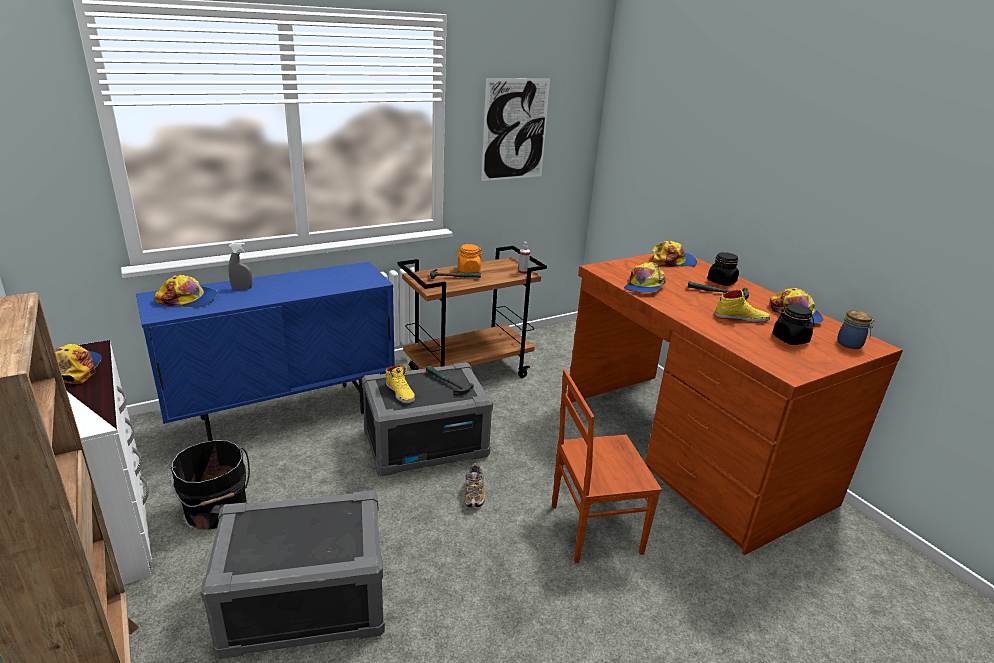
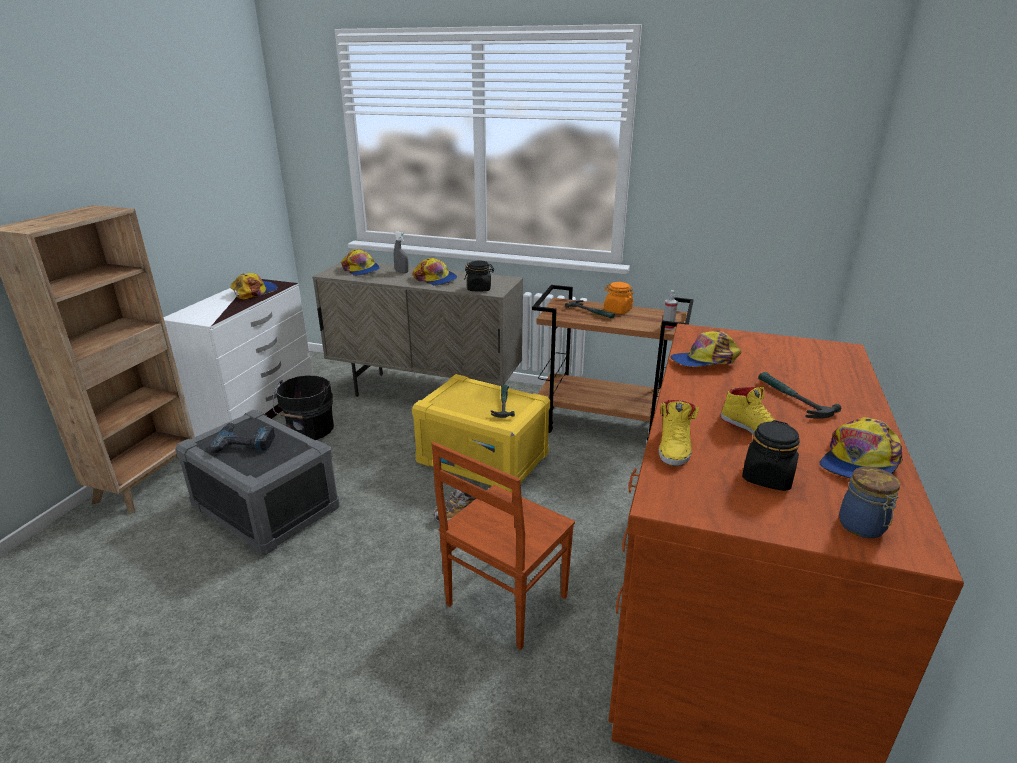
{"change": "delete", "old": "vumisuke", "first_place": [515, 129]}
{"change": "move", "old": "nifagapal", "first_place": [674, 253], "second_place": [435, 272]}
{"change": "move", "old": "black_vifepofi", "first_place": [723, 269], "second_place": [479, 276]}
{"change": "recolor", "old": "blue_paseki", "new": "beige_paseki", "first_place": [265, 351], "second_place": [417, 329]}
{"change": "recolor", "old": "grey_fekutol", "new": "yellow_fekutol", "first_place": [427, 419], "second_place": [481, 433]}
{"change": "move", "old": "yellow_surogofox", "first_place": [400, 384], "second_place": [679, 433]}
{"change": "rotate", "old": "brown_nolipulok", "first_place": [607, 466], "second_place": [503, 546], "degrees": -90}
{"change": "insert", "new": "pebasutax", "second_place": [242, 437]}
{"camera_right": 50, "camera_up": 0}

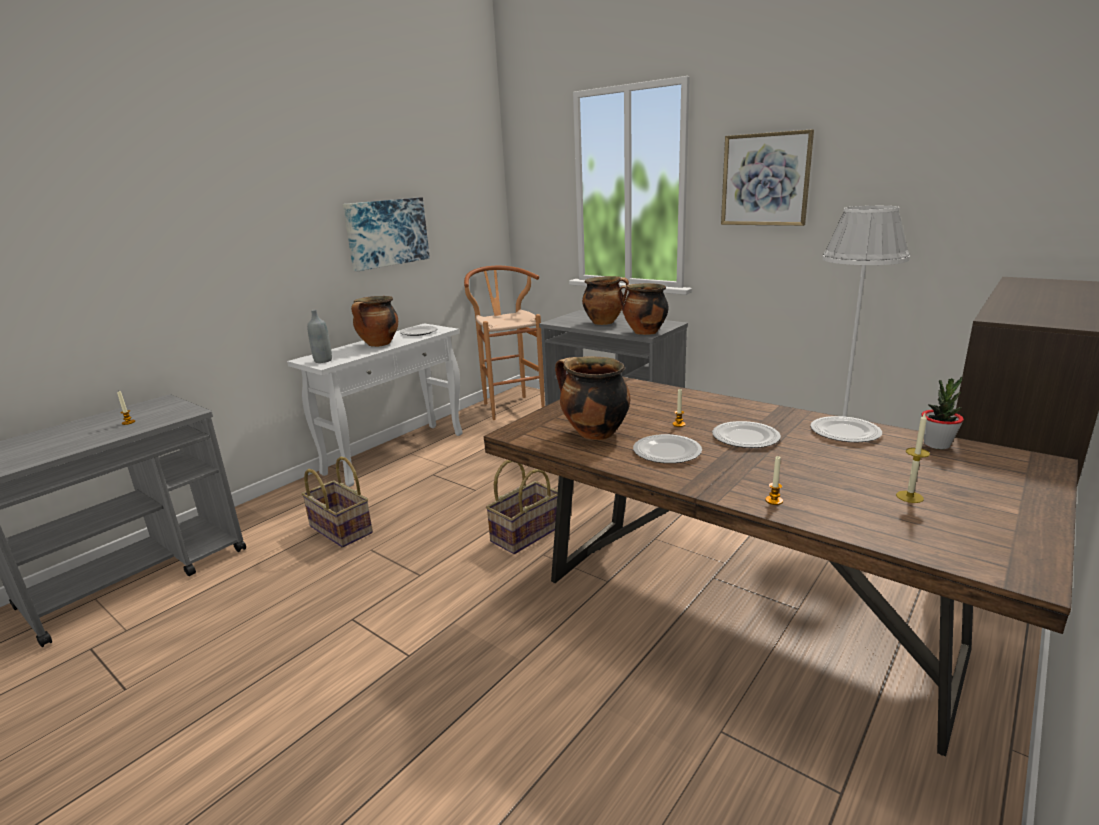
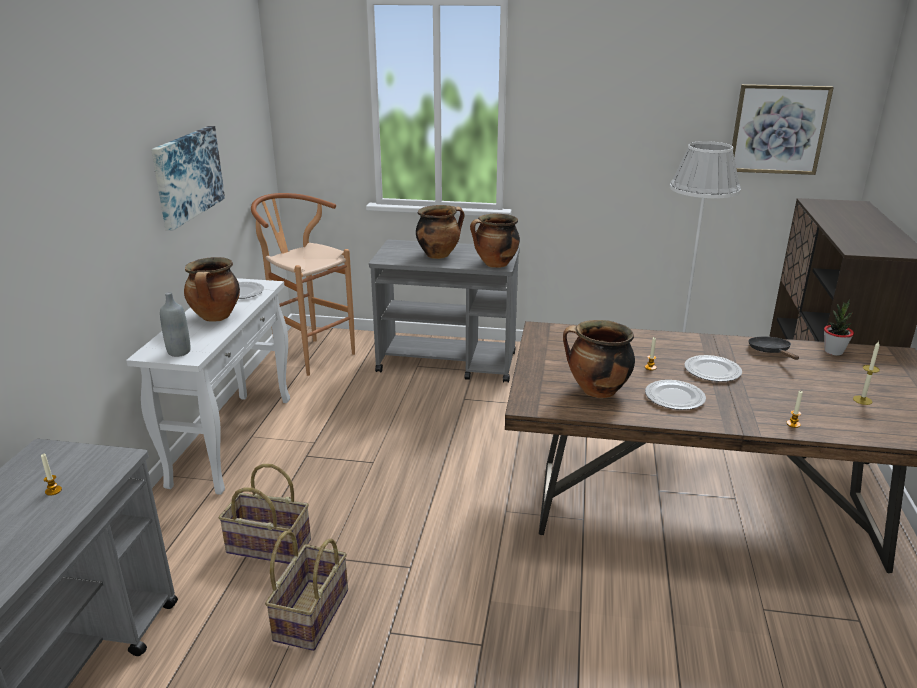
{"change": "move", "old": "vumisuke", "first_place": [767, 177], "second_place": [783, 129]}
{"change": "replace", "old": "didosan", "new": "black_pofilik", "first_place": [846, 429], "second_place": [773, 348]}
{"change": "move", "old": "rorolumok", "first_place": [522, 507], "second_place": [306, 590]}
{"camera_right": -30, "camera_up": 5}

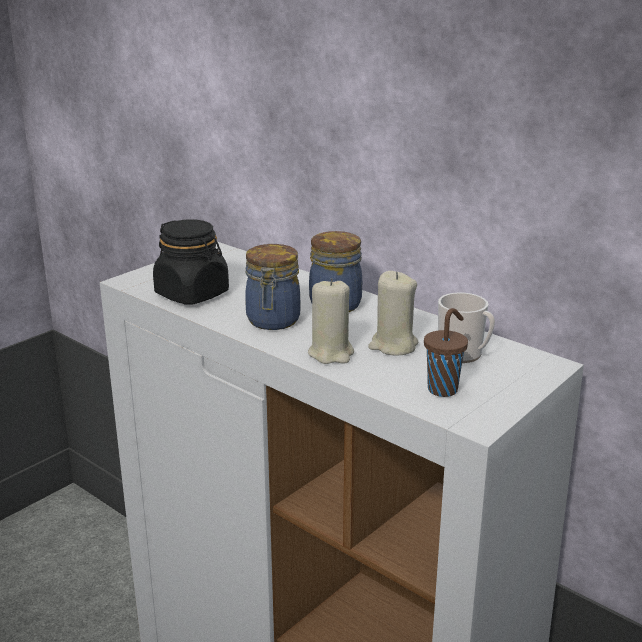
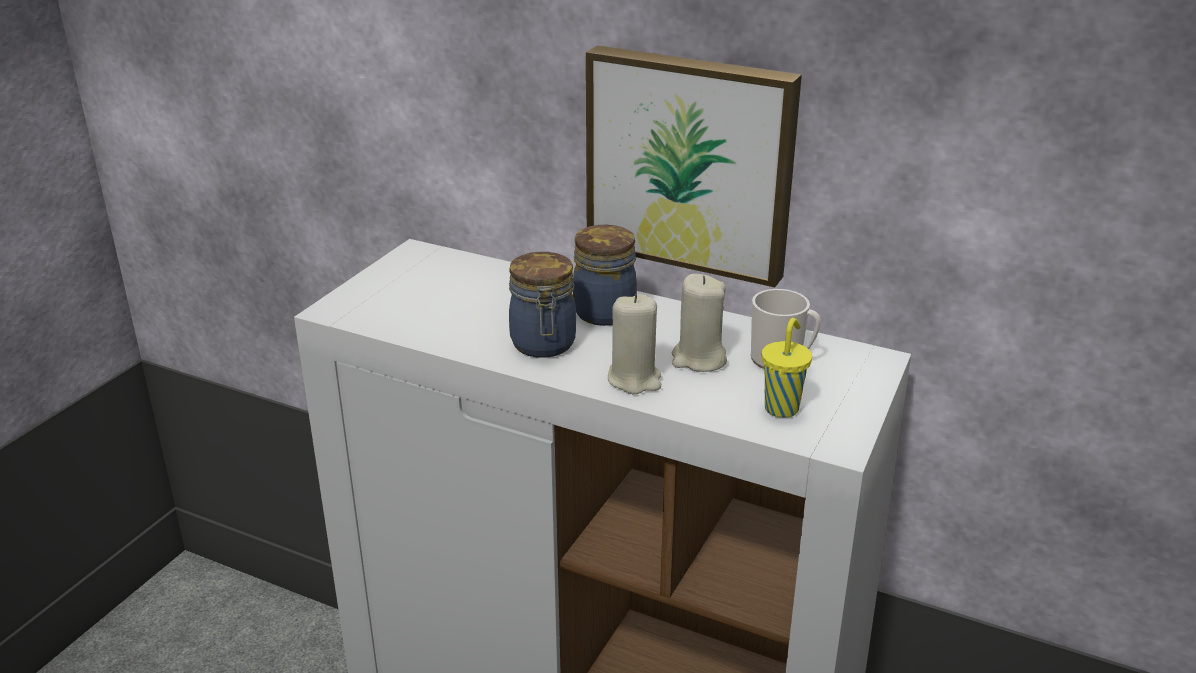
{"change": "delete", "old": "black_vifepofi", "first_place": [191, 262]}
{"change": "recolor", "old": "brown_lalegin", "new": "yellow_lalegin", "first_place": [446, 352], "second_place": [787, 368]}
{"change": "insert", "new": "vumisuke", "second_place": [694, 166]}
{"camera_right": -15, "camera_up": 5}

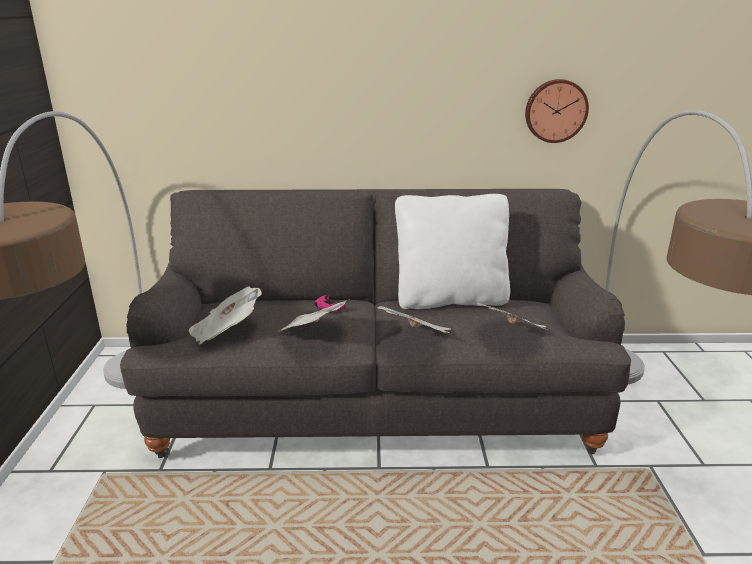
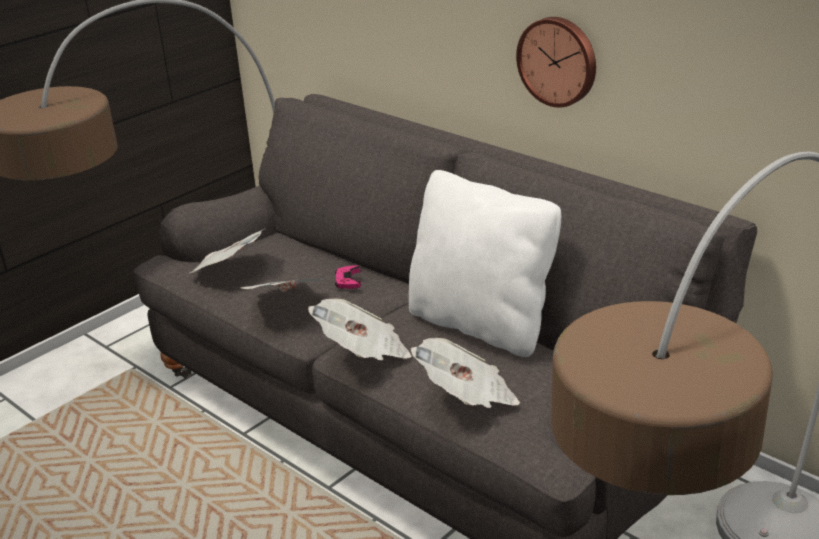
{"change": "move", "old": "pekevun", "first_place": [557, 111], "second_place": [556, 62]}
{"camera_right": 45, "camera_up": 5}

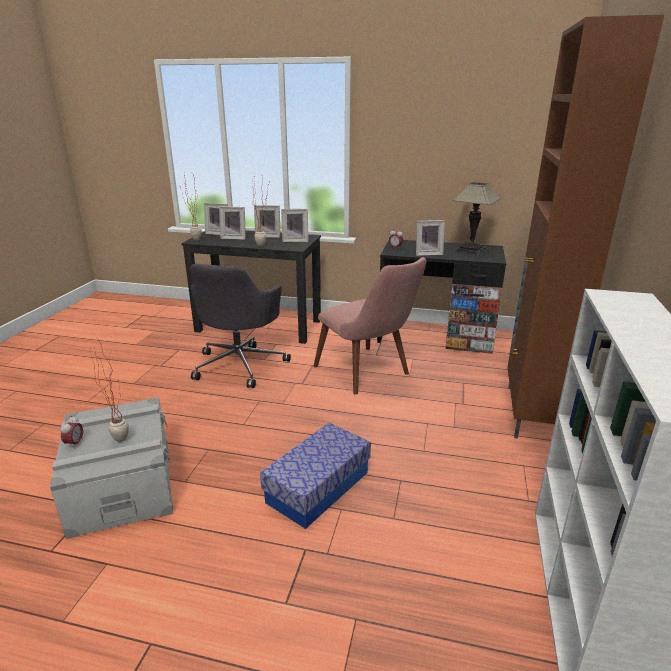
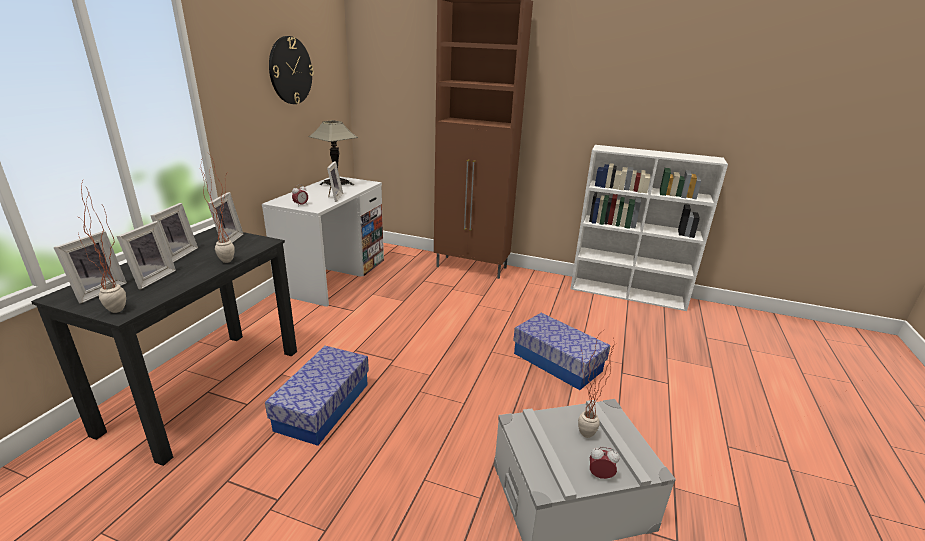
{"change": "recolor", "old": "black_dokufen", "new": "white_dokufen", "first_place": [441, 297], "second_place": [323, 241]}
{"change": "delete", "old": "pink_nolipulok", "first_place": [370, 326]}
{"change": "replace", "old": "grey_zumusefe", "new": "fekutol", "first_place": [240, 325], "second_place": [317, 396]}
{"change": "insert", "new": "pekevun", "second_place": [291, 70]}
{"camera_right": -85, "camera_up": 0}

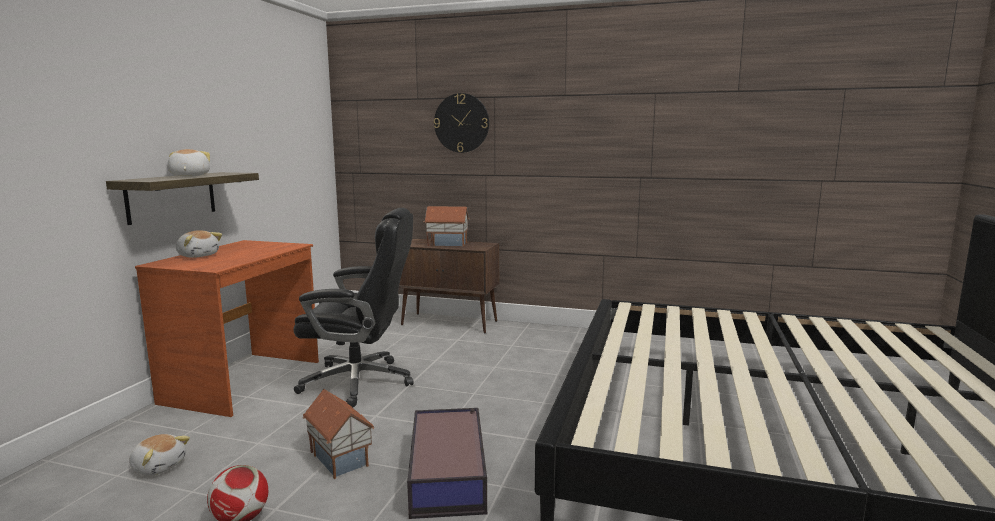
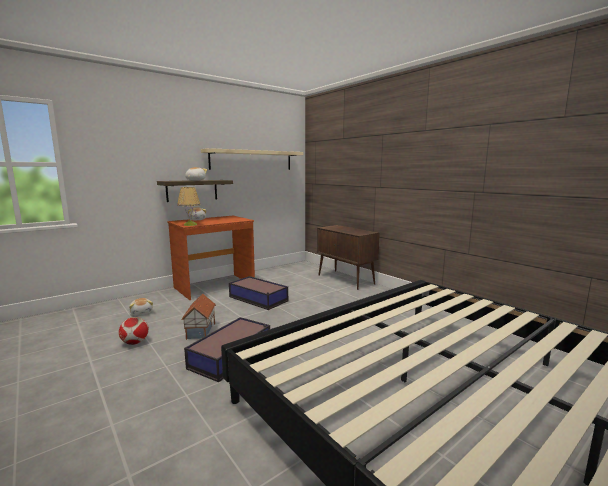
{"change": "delete", "old": "pekevun", "first_place": [461, 123]}
{"change": "delete", "old": "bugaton", "first_place": [446, 226]}
{"change": "replace", "old": "black_zumusefe", "new": "fekutol", "first_place": [354, 307], "second_place": [258, 293]}
{"change": "insert", "new": "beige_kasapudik", "second_place": [252, 159]}
{"change": "insert", "new": "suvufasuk", "second_place": [189, 206]}
{"camera_right": 35, "camera_up": 0}

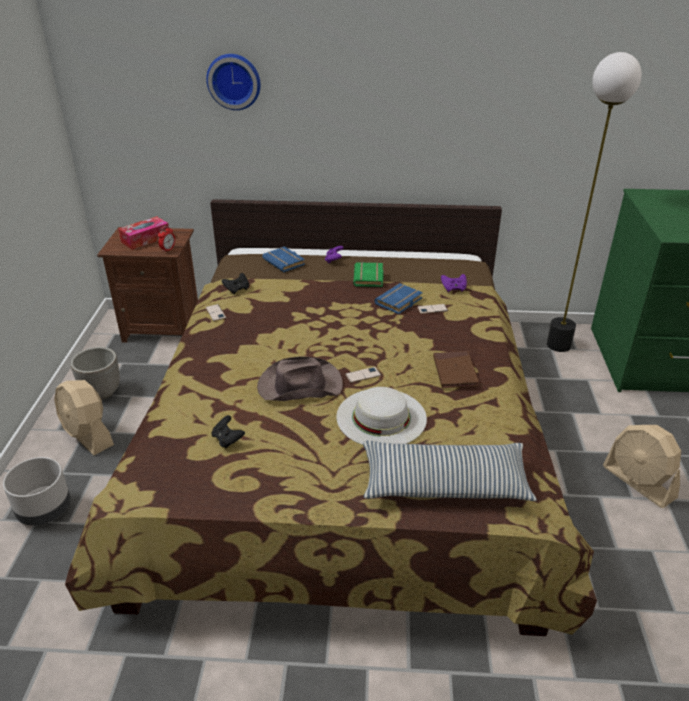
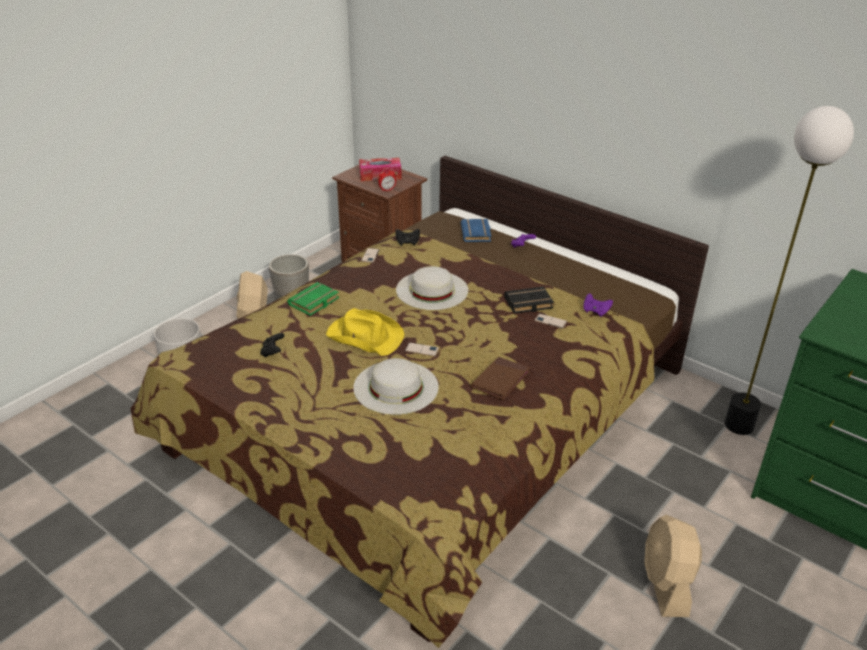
{"change": "delete", "old": "pekevun", "first_place": [233, 82]}
{"change": "move", "old": "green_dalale", "first_place": [368, 274], "second_place": [313, 299]}
{"change": "recolor", "old": "blue_dalale", "new": "black_dalale", "first_place": [398, 298], "second_place": [529, 300]}
{"change": "recolor", "old": "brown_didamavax", "new": "yellow_didamavax", "first_place": [300, 378], "second_place": [365, 332]}
{"change": "delete", "old": "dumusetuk", "first_place": [450, 470]}
{"change": "insert", "new": "white_didamavax", "second_place": [432, 288]}
{"camera_right": 35, "camera_up": 0}

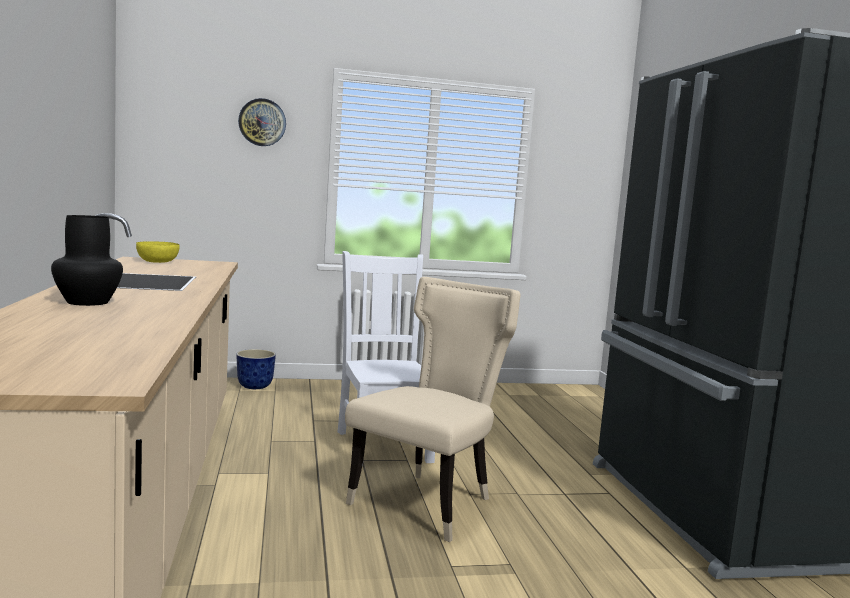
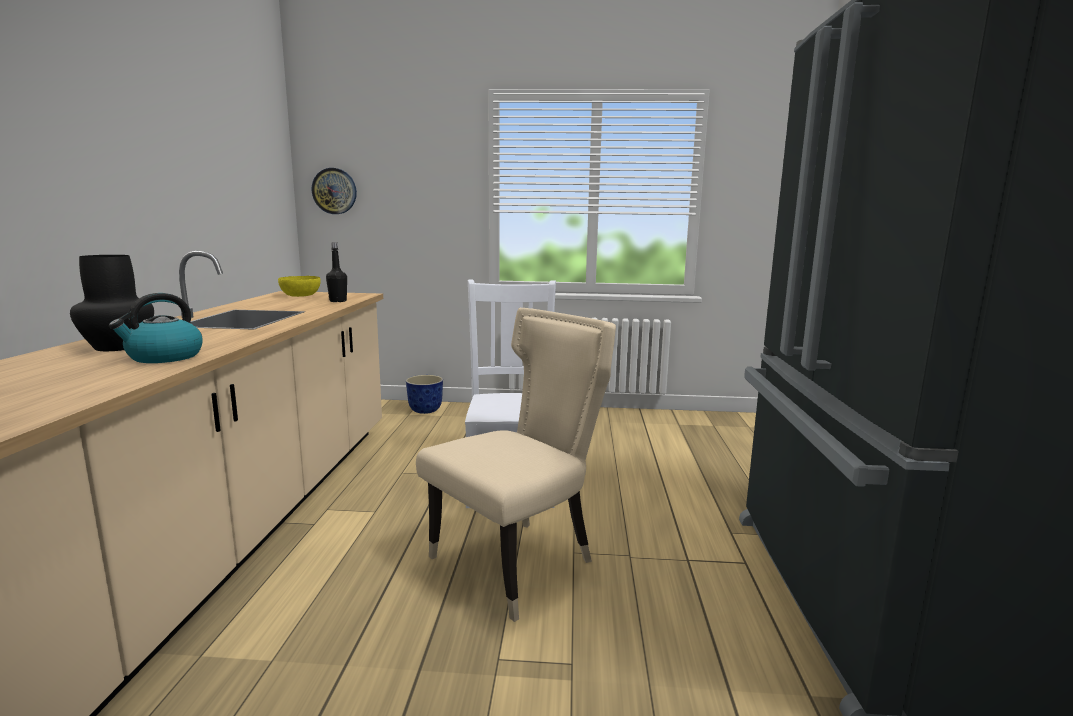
{"change": "move", "old": "pekevun", "first_place": [262, 122], "second_place": [334, 191]}
{"change": "insert", "new": "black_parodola", "second_place": [336, 272]}
{"change": "insert", "new": "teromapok", "second_place": [156, 328]}
{"camera_right": 15, "camera_up": 5}

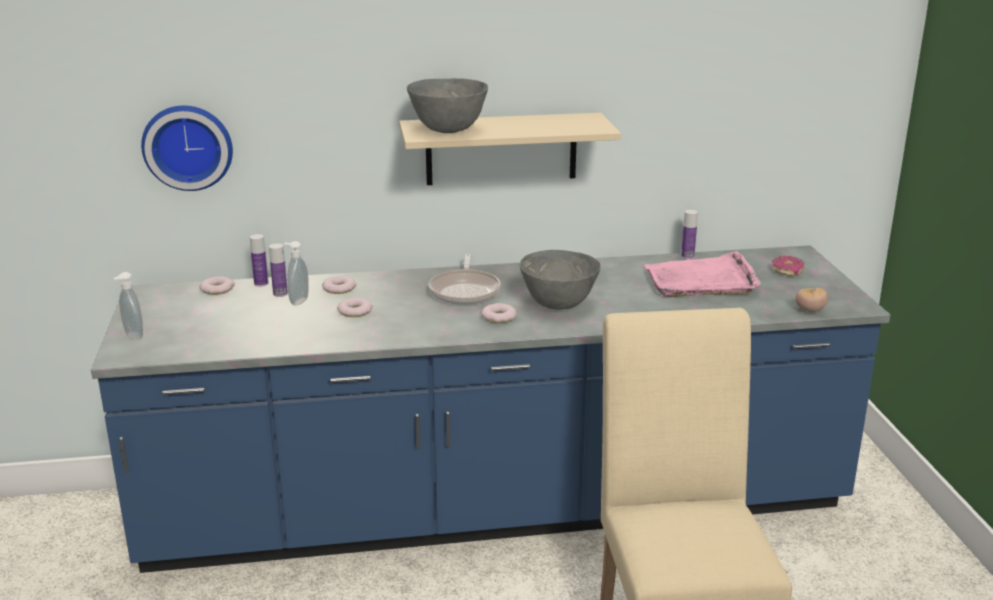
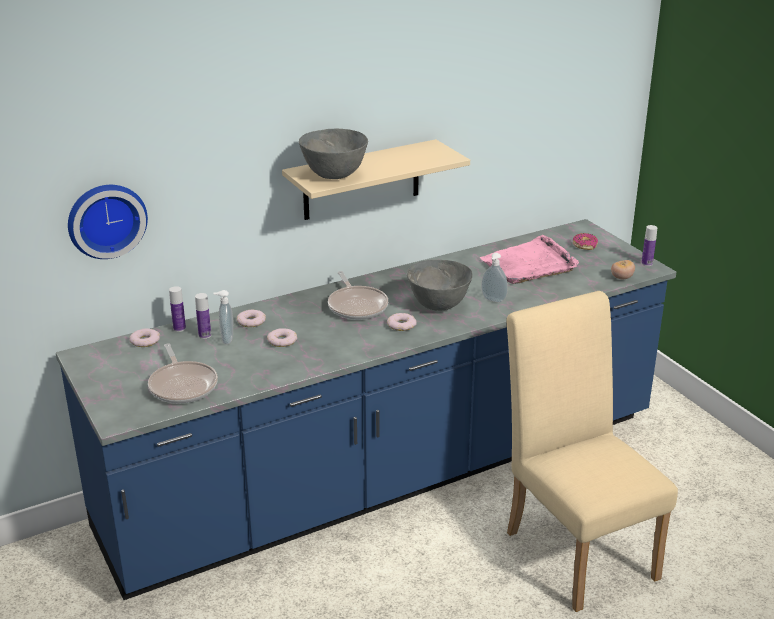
{"change": "move", "old": "parodola", "first_place": [689, 234], "second_place": [649, 245]}
{"change": "move", "old": "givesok", "first_place": [128, 306], "second_place": [494, 278]}
{"change": "insert", "new": "pofilik", "second_place": [183, 373]}
{"camera_right": -20, "camera_up": 5}

